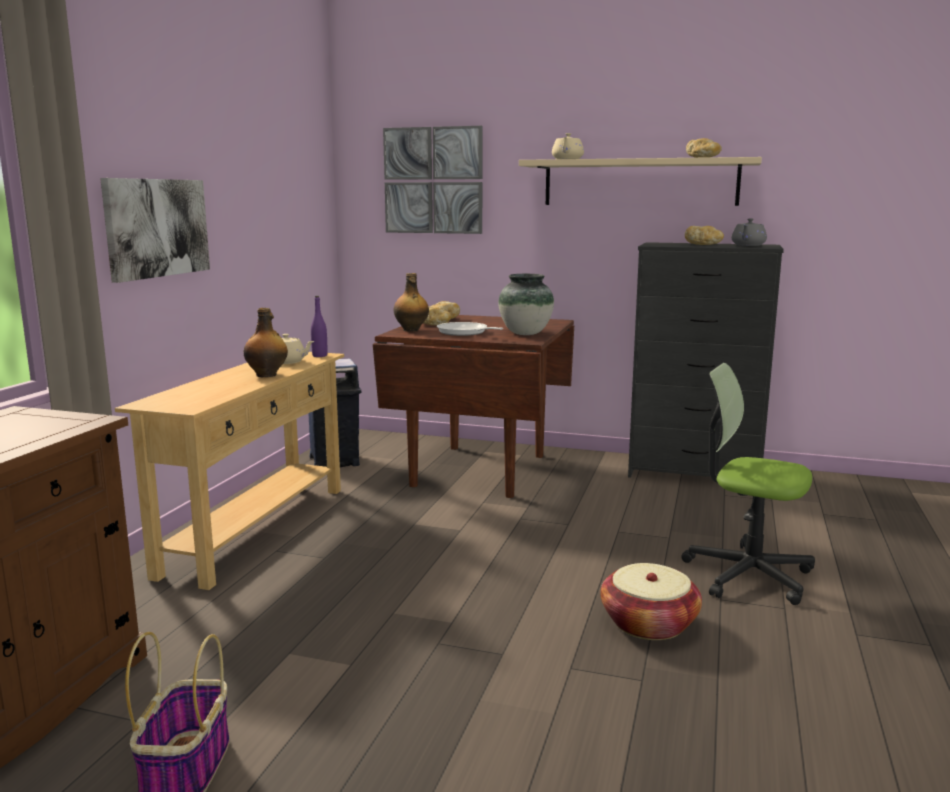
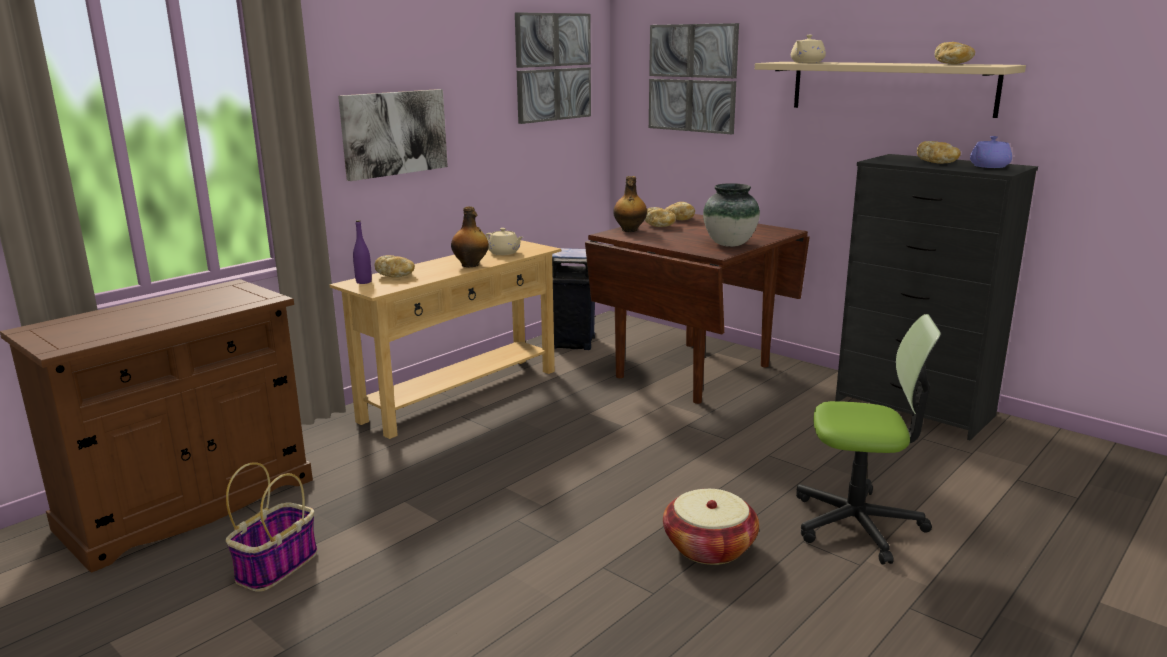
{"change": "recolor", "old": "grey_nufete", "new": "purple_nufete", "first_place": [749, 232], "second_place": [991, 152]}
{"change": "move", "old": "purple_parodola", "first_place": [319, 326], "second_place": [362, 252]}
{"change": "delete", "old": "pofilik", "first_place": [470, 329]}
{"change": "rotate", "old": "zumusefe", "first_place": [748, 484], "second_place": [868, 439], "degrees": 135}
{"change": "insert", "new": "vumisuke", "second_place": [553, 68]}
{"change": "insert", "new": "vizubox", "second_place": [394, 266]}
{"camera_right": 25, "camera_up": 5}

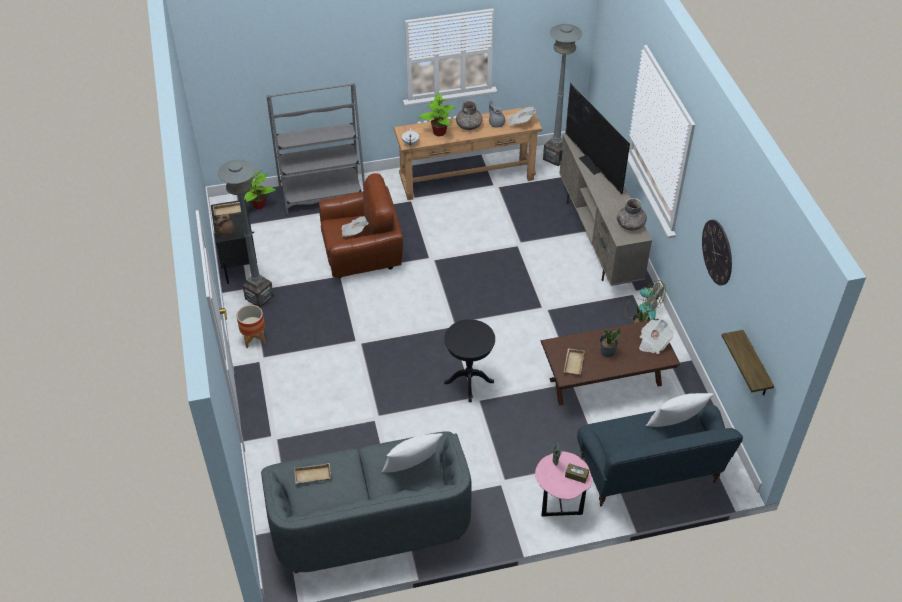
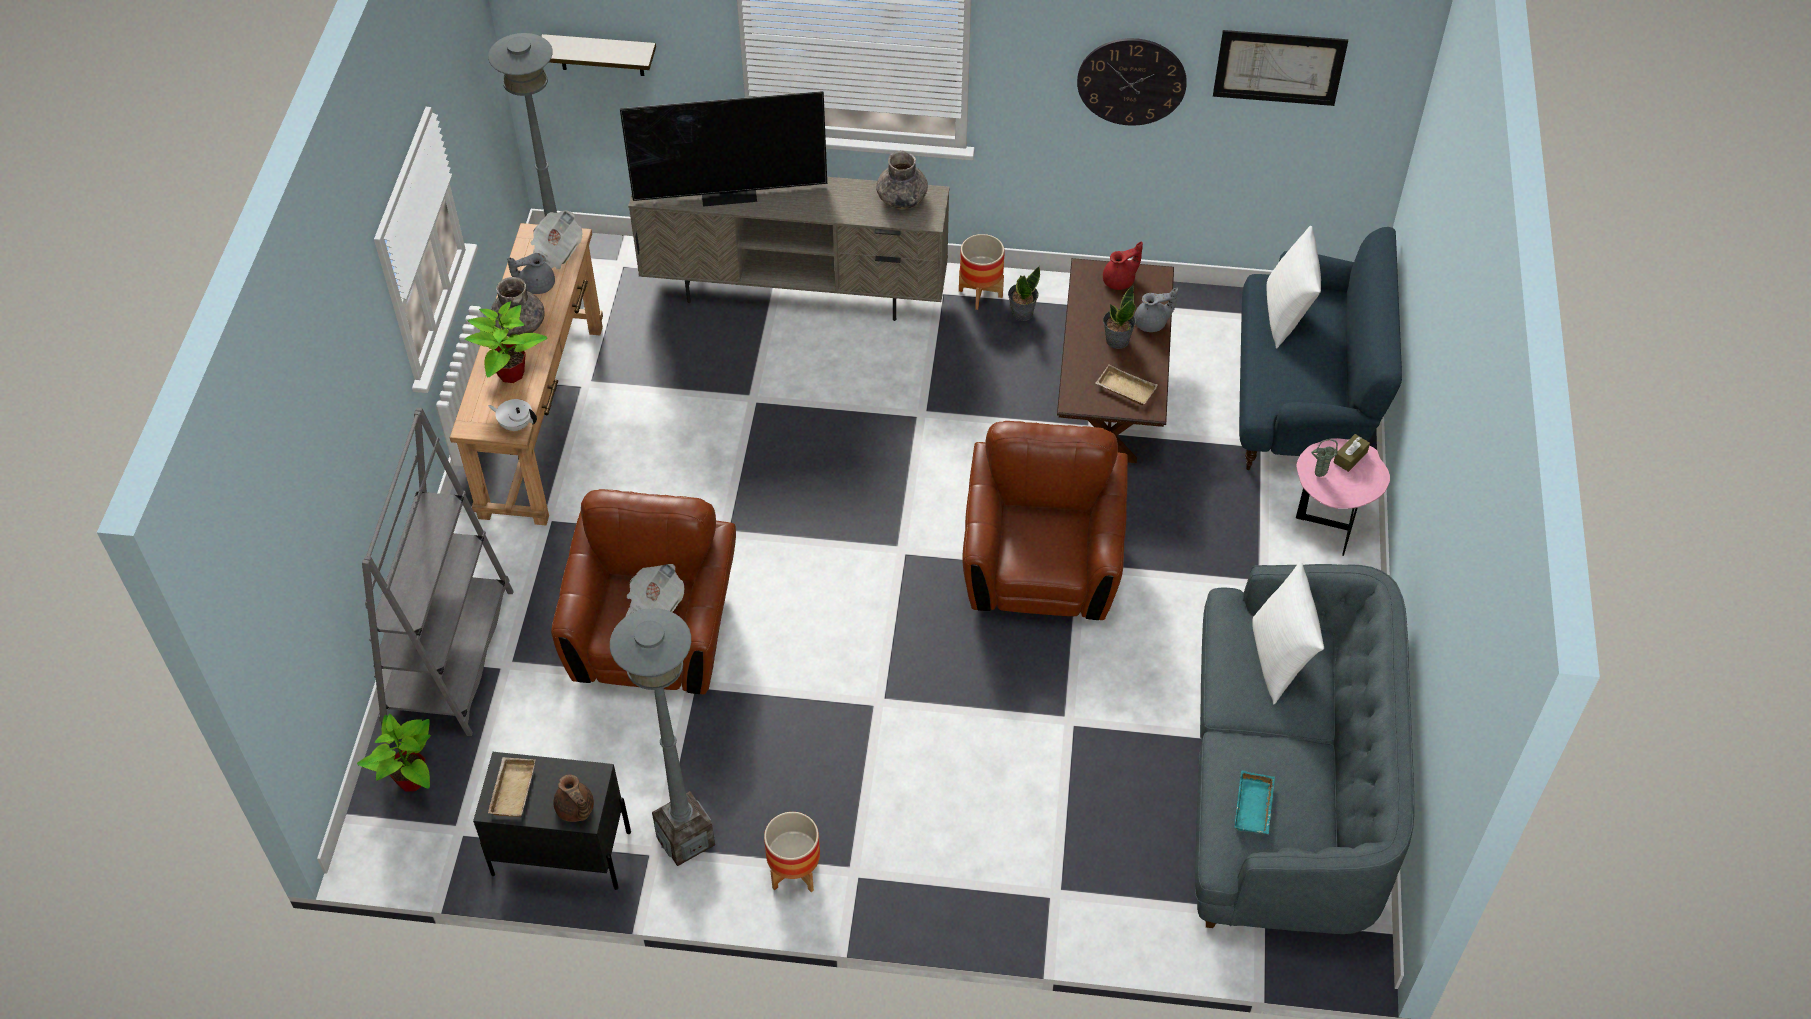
{"change": "replace", "old": "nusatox", "new": "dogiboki", "first_place": [645, 300], "second_place": [982, 272]}
{"change": "replace", "old": "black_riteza", "new": "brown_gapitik", "first_place": [469, 360], "second_place": [1045, 520]}
{"change": "replace", "old": "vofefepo", "new": "red_nufete", "first_place": [656, 336], "second_place": [1123, 265]}
{"change": "move", "old": "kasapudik", "first_place": [748, 363], "second_place": [598, 55]}
{"change": "recolor", "old": "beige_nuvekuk", "new": "turquoise_nuvekuk", "first_place": [312, 473], "second_place": [1254, 802]}
{"change": "insert", "new": "vumisuke", "second_place": [1280, 68]}
{"change": "insert", "new": "grey_nufete", "second_place": [1156, 310]}
{"camera_right": -70, "camera_up": 5}

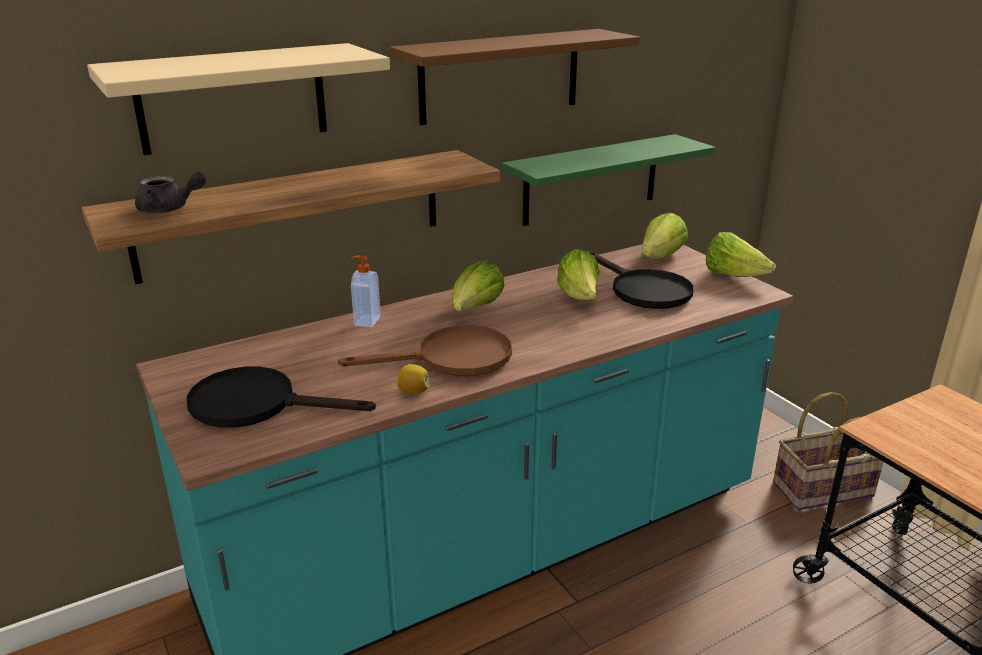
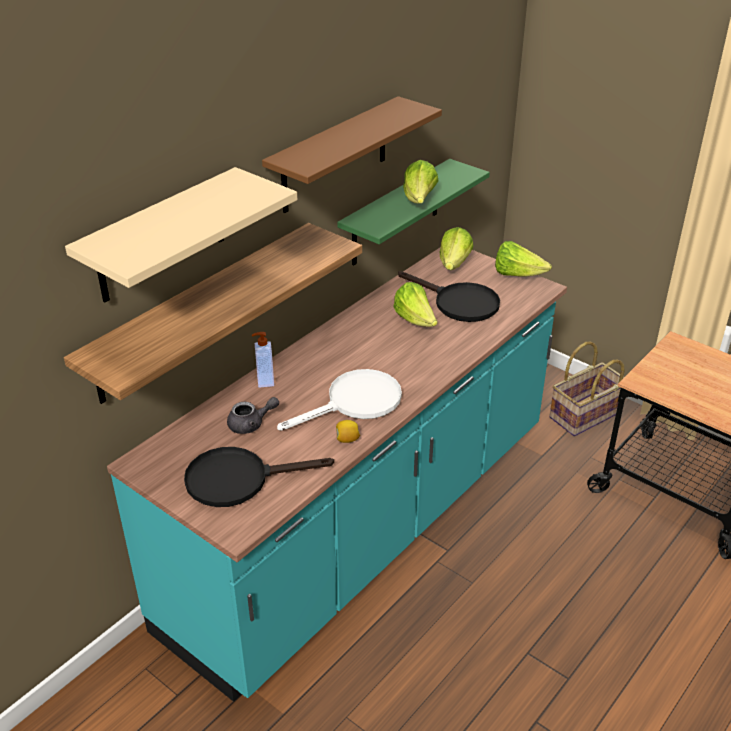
{"change": "move", "old": "grey_nufete", "first_place": [170, 193], "second_place": [253, 415]}
{"change": "move", "old": "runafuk", "first_place": [478, 285], "second_place": [421, 182]}
{"change": "recolor", "old": "brown_pofilik", "new": "white_pofilik", "first_place": [425, 351], "second_place": [339, 400]}
{"camera_right": -20, "camera_up": 10}

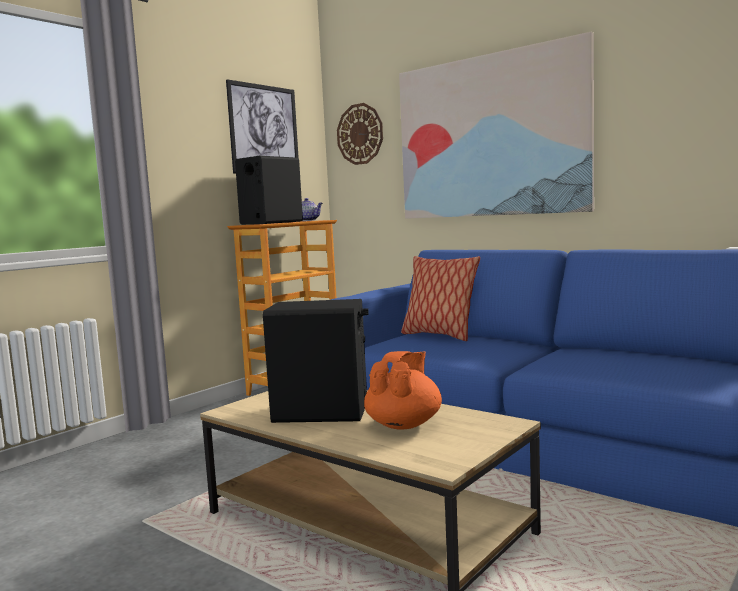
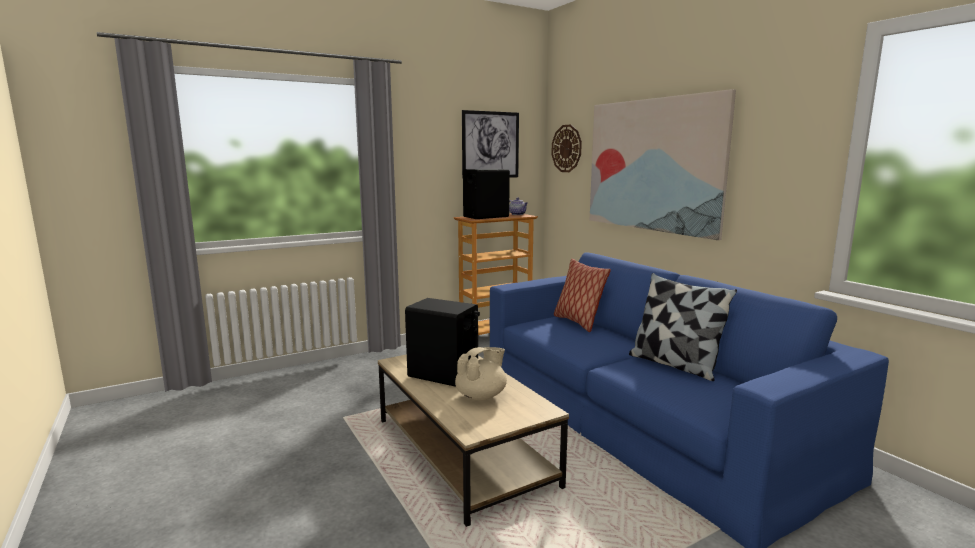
{"change": "recolor", "old": "orange_nufete", "new": "beige_nufete", "first_place": [403, 390], "second_place": [481, 374]}
{"change": "insert", "new": "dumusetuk", "second_place": [683, 327]}
{"camera_right": 20, "camera_up": 5}

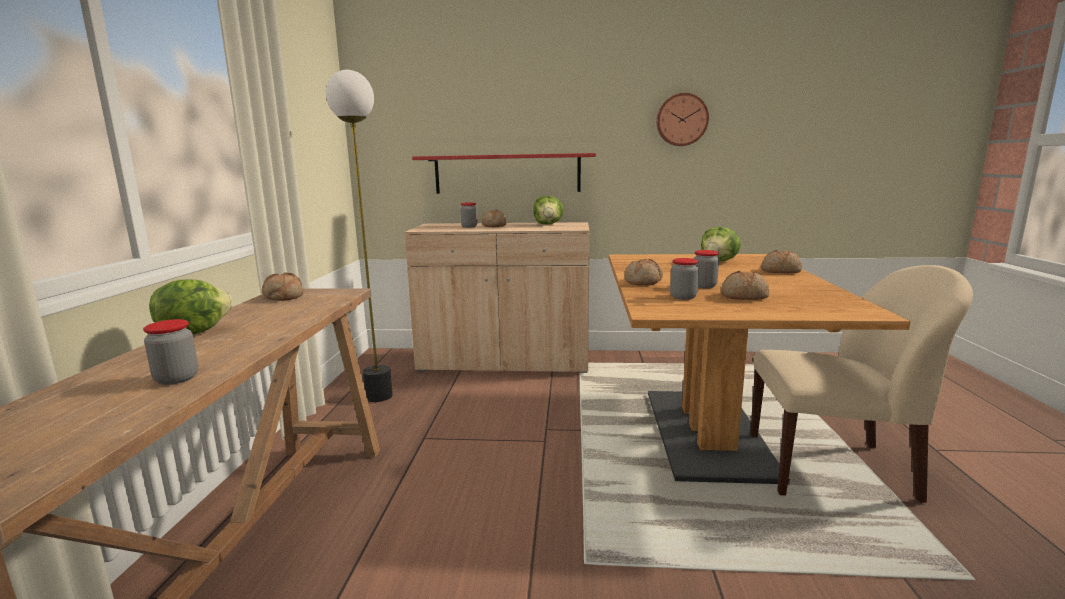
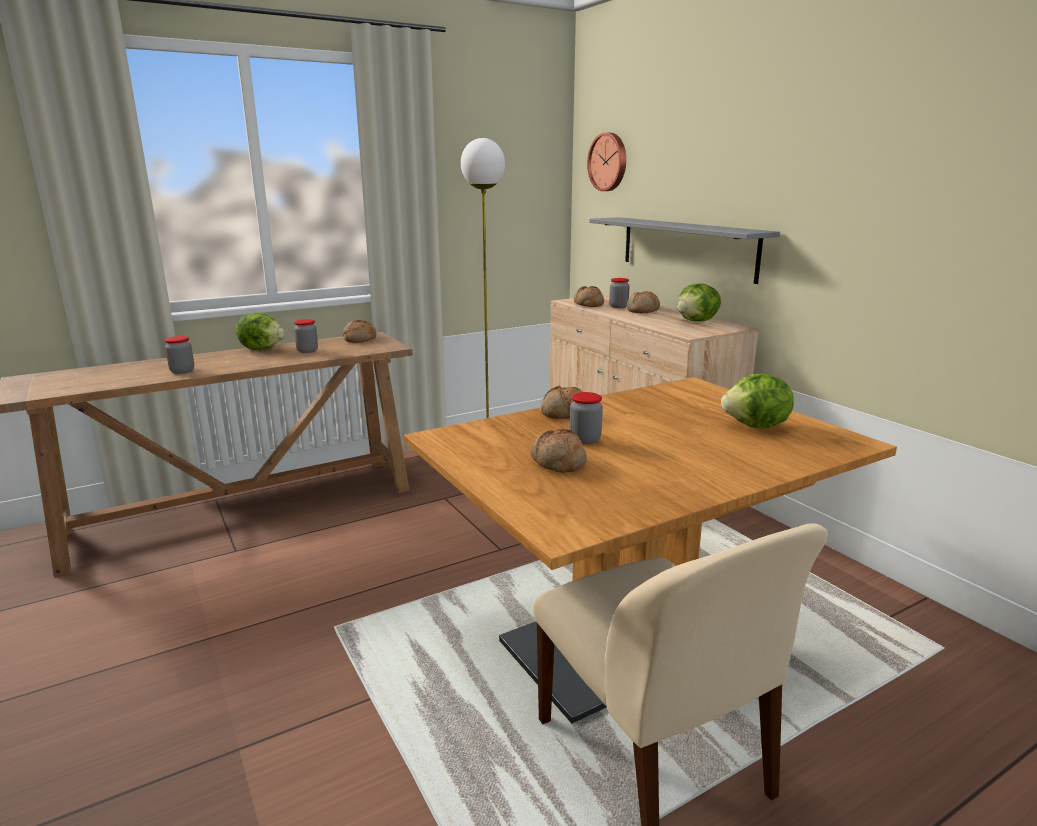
{"change": "move", "old": "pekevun", "first_place": [682, 119], "second_place": [606, 161]}
{"change": "recolor", "old": "red_kasapudik", "new": "grey_kasapudik", "first_place": [504, 173], "second_place": [684, 250]}
{"change": "move", "old": "vizubox", "first_place": [781, 261], "second_place": [589, 296]}
{"change": "move", "old": "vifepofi", "first_place": [684, 279], "second_place": [306, 336]}
{"camera_right": 55, "camera_up": 5}

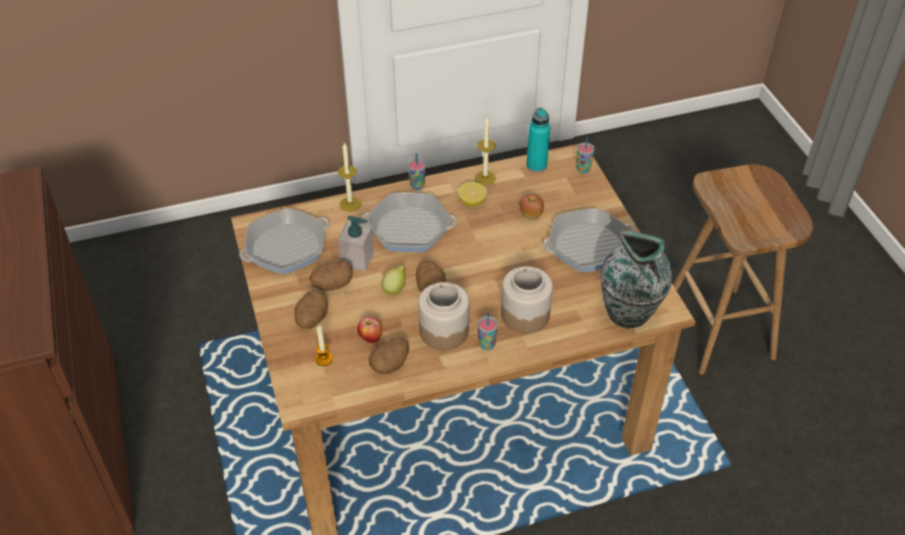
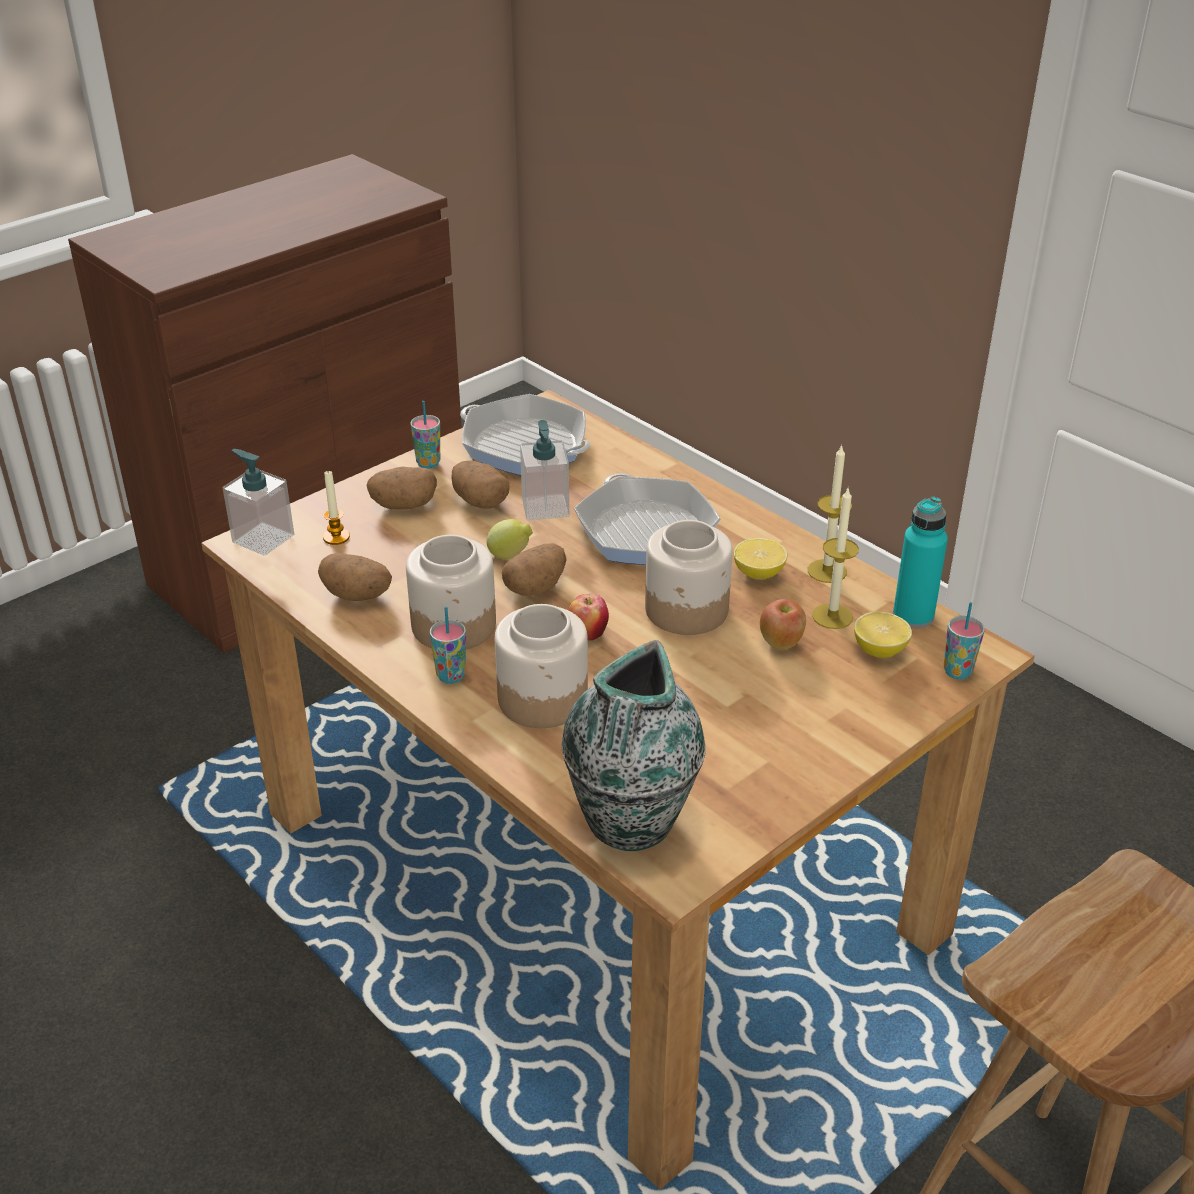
{"change": "move", "old": "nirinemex", "first_place": [349, 177], "second_place": [835, 558]}
{"change": "move", "old": "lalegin", "first_place": [417, 171], "second_place": [425, 435]}
{"change": "delete", "old": "pofilik", "first_place": [589, 240]}
{"change": "move", "old": "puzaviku", "first_place": [369, 329], "second_place": [588, 617]}
{"change": "insert", "new": "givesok", "second_place": [258, 502]}
{"change": "insert", "new": "vifepofi", "second_place": [689, 577]}
{"change": "insert", "new": "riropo", "second_place": [883, 634]}
{"camera_right": 65, "camera_up": -10}

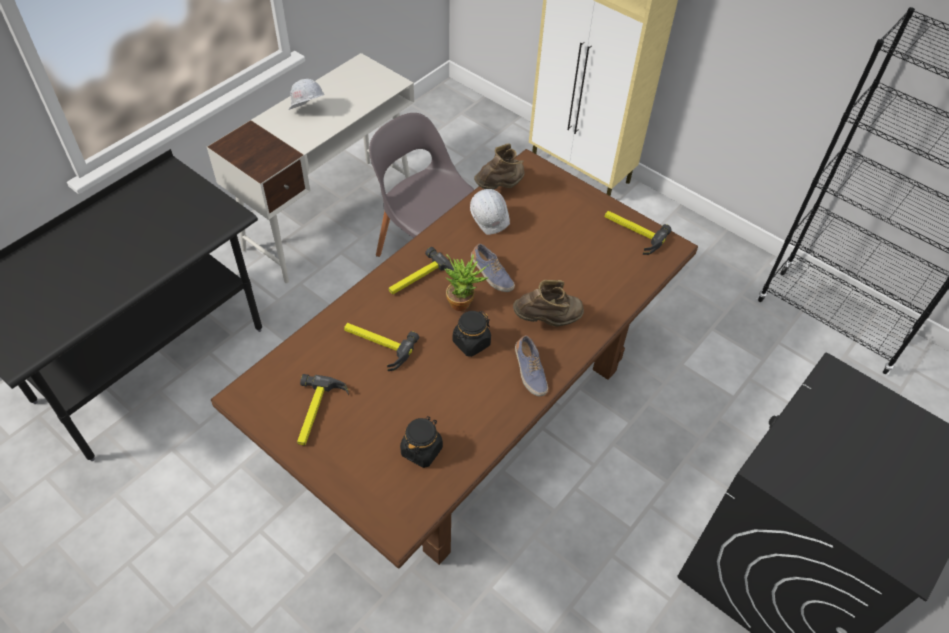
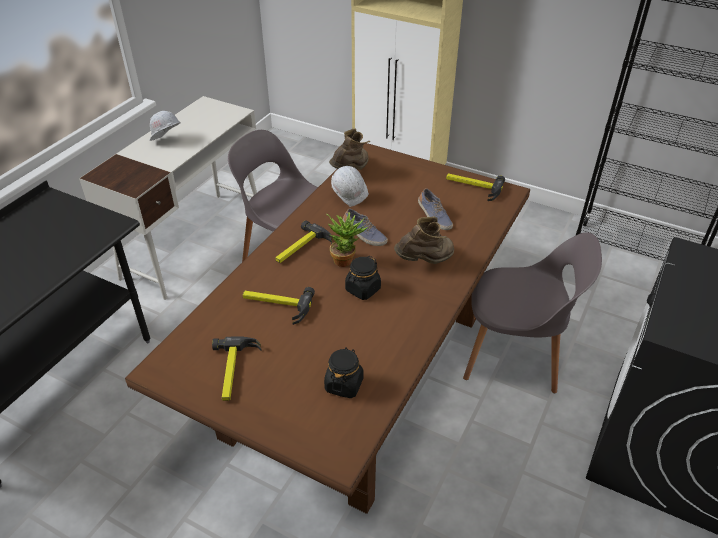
{"change": "move", "old": "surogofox", "first_place": [531, 366], "second_place": [435, 209]}
{"change": "insert", "new": "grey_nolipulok", "second_place": [532, 312]}
{"camera_right": -10, "camera_up": -10}

